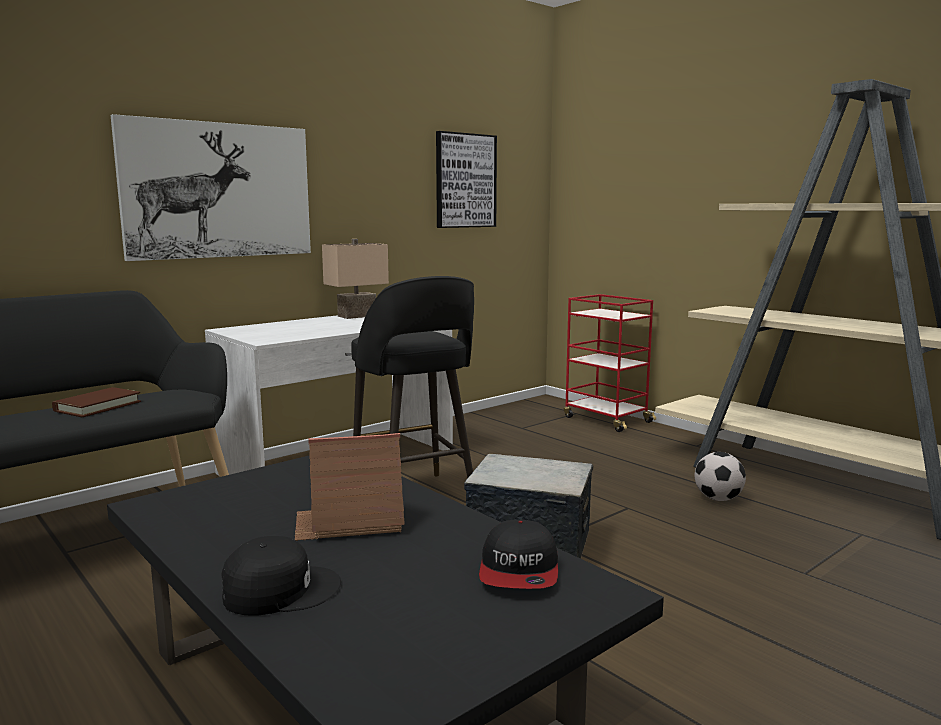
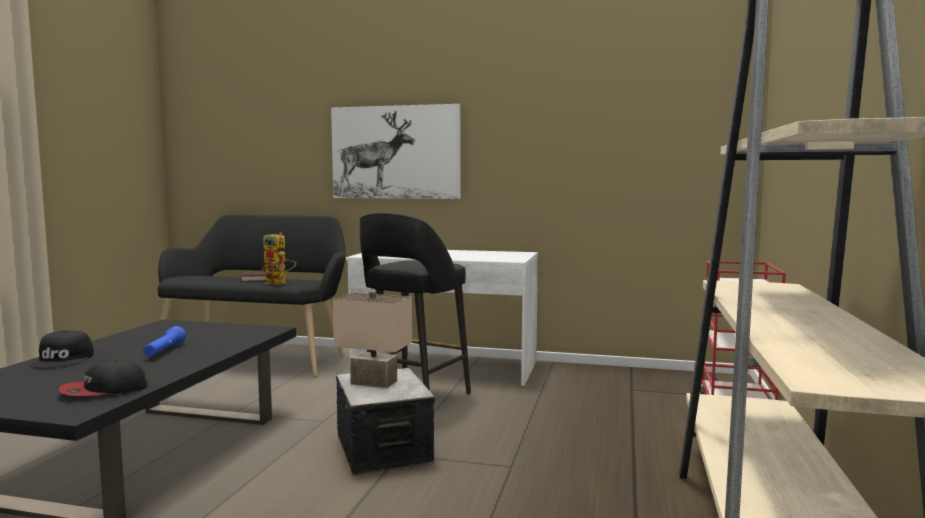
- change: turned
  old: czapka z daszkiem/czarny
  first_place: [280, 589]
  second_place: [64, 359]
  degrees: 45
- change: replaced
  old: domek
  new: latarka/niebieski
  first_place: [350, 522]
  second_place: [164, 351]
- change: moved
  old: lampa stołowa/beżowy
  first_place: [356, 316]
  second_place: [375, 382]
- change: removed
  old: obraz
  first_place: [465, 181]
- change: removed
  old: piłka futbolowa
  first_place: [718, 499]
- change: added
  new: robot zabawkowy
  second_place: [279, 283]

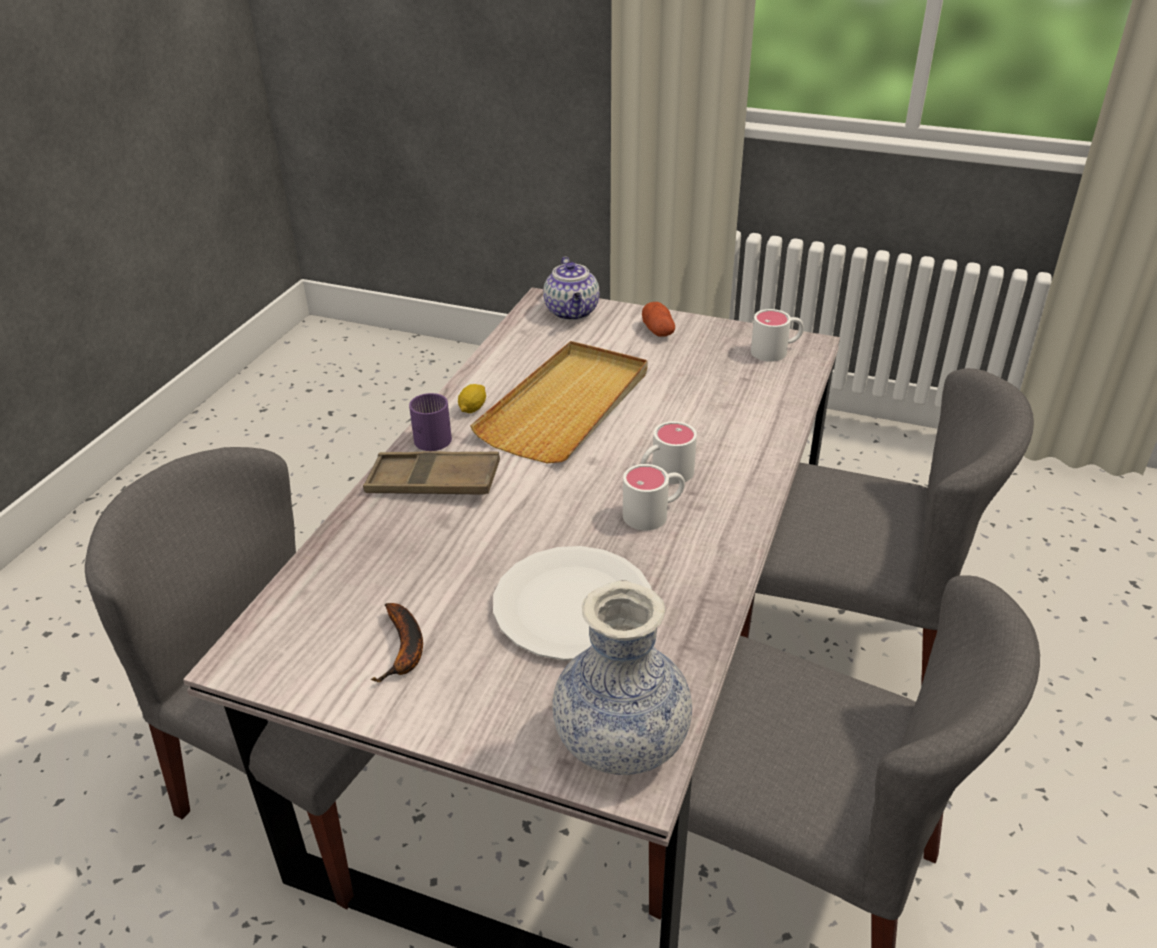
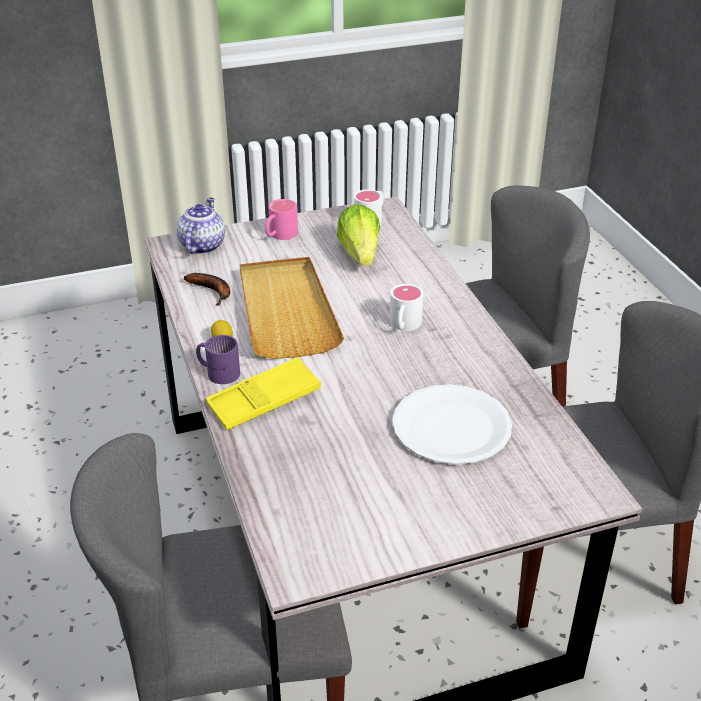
- change: recoloured
  old: taca/brązowy
  new: taca/żółty
  first_place: [433, 482]
  second_place: [264, 400]
- change: moved
  old: banan
  first_place: [404, 649]
  second_place: [213, 291]
- change: turned
  old: imbryk
  first_place: [572, 312]
  second_place: [202, 245]
  degrees: -120
- change: removed
  old: wazon
  first_place: [621, 740]
- change: removed
  old: kubek/biały
  first_place: [654, 513]
- change: replaced
  old: ziemniak
  new: kubek/różowy
  first_place: [658, 330]
  second_place: [279, 235]
- change: added
  new: sałata
  second_place: [360, 254]

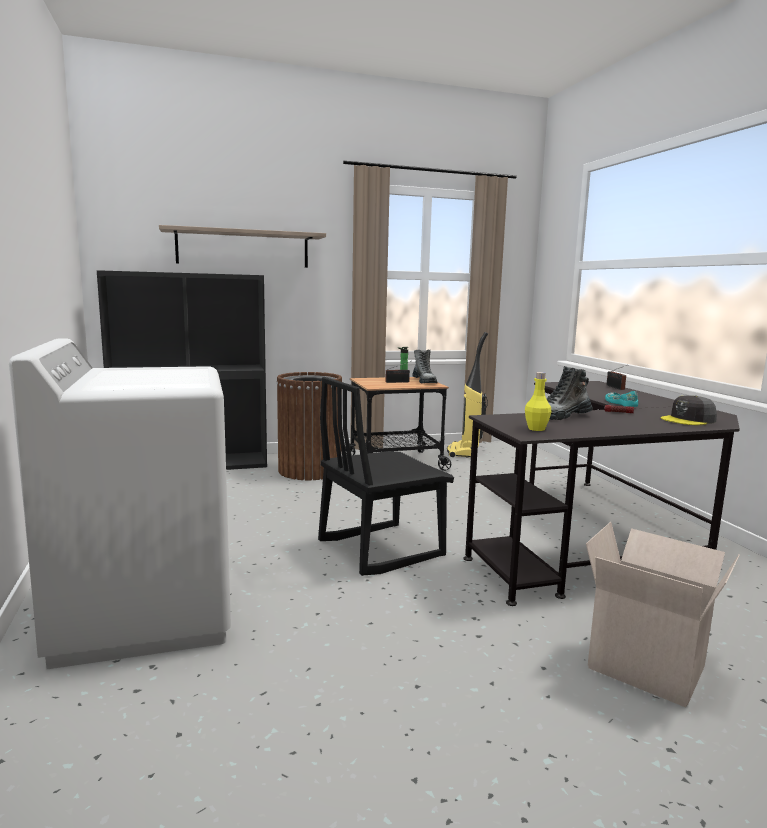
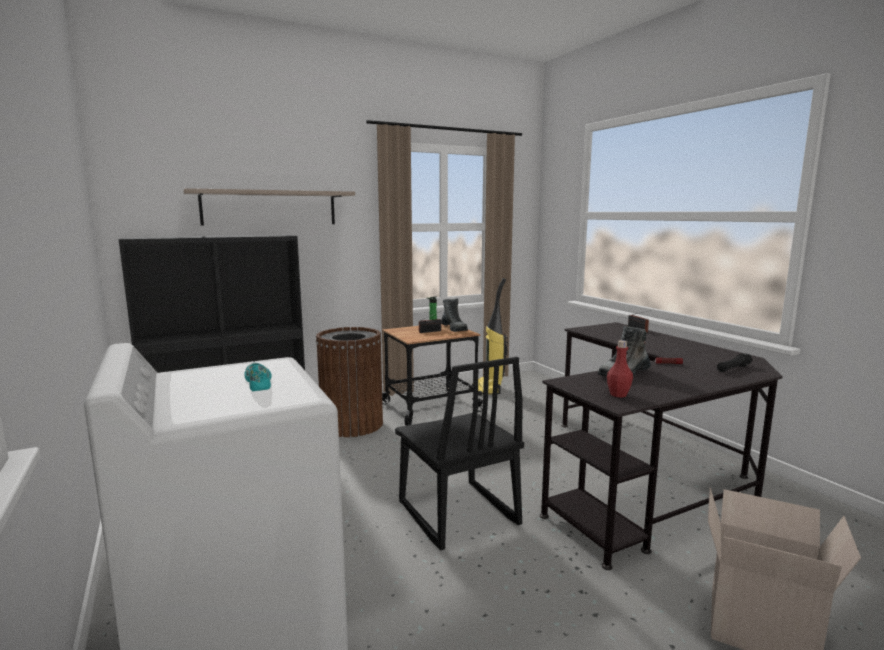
- change: turned
  old: krzesło/czarny
  first_place: [380, 548]
  second_place: [456, 514]
  degrees: -75
- change: recoloured
  old: butelka/żółty
  new: butelka/czerwony
  first_place: [536, 429]
  second_place: [618, 394]
- change: moved
  old: but/turkusowy
  first_place: [621, 404]
  second_place: [259, 382]
- change: replaced
  old: czapka z daszkiem/szary
  new: latarka/czarny
  first_place: [688, 420]
  second_place: [733, 368]

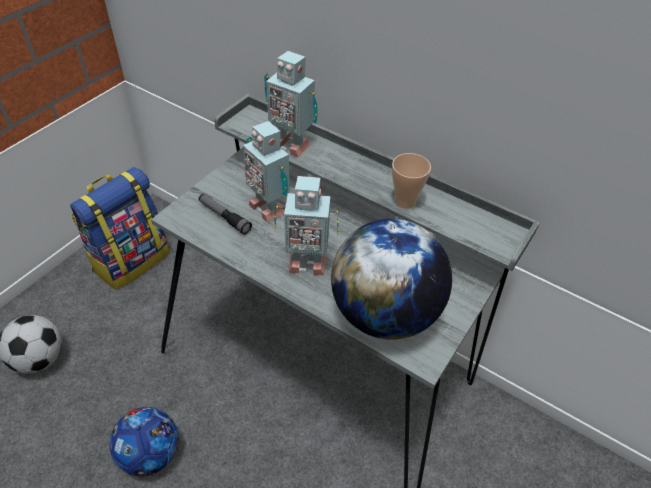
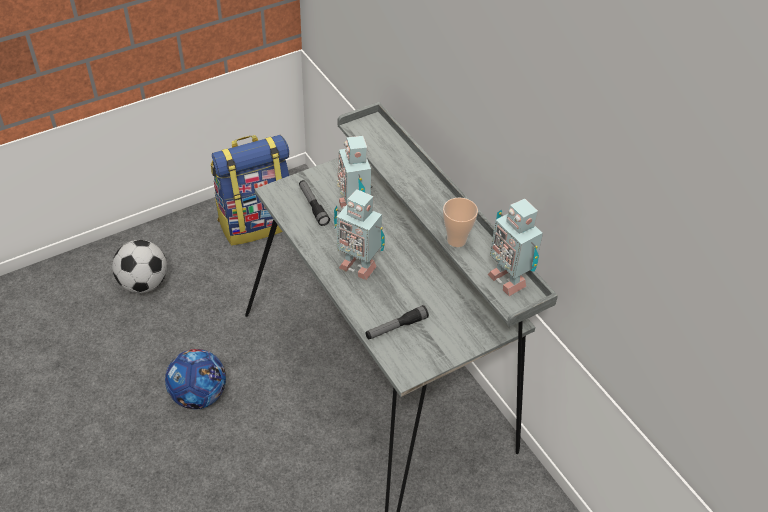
- change: moved
  old: robot zabawkowy
  first_place: [291, 144]
  second_place: [508, 279]
- change: replaced
  old: globus
  new: latarka
  first_place: [384, 314]
  second_place: [396, 327]

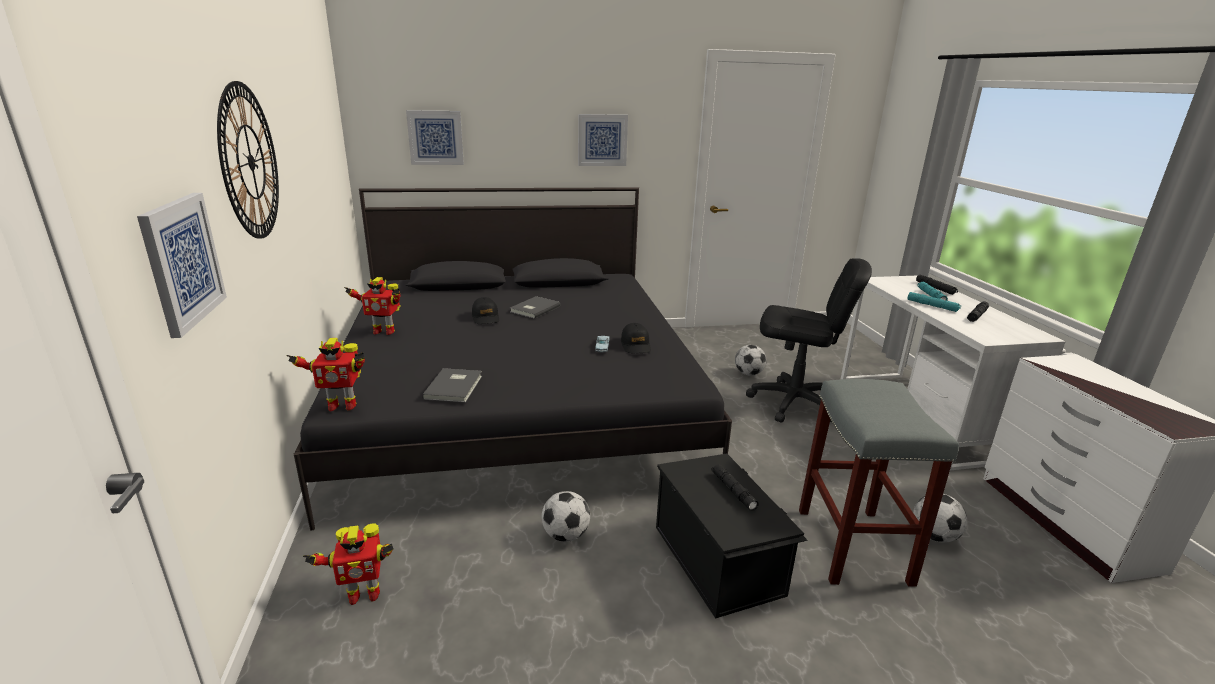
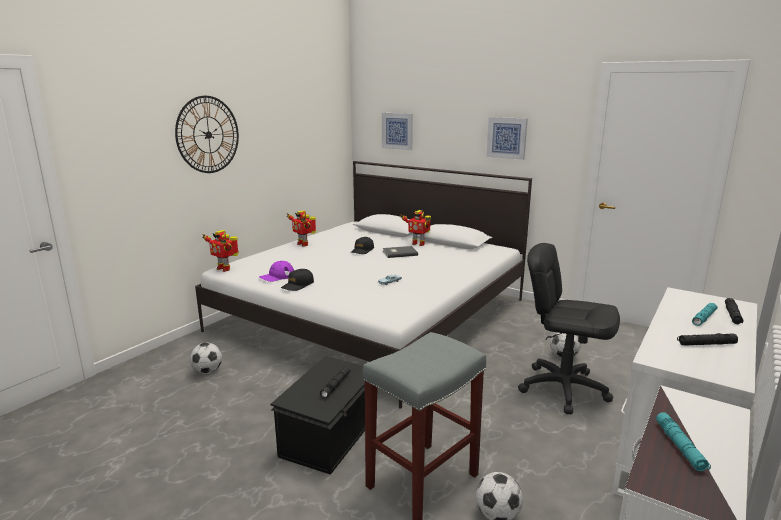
- change: removed
  old: obraz
  first_place: [182, 262]
- change: recoloured
  old: łóżko/czarny
  new: łóżko/biały
  first_place: [517, 401]
  second_place: [372, 314]
- change: moved
  old: robot zabawkowy
  first_place: [363, 594]
  second_place: [418, 244]
- change: replaced
  old: książka/szary
  new: czapka z daszkiem/fioletowy
  first_place: [455, 387]
  second_place: [277, 276]
- change: moved
  old: piłka futbolowa
  first_place: [566, 535]
  second_place: [207, 371]
- change: moved
  old: czapka z daszkiem/czarny
  first_place: [636, 345]
  second_place: [298, 285]
- change: turned
  old: krzesło biurowe/czarny
  first_place: [794, 403]
  second_place: [563, 388]
  degrees: 150
- change: moved
  old: latarka/turkusowy
  first_place: [932, 306]
  second_place: [680, 447]

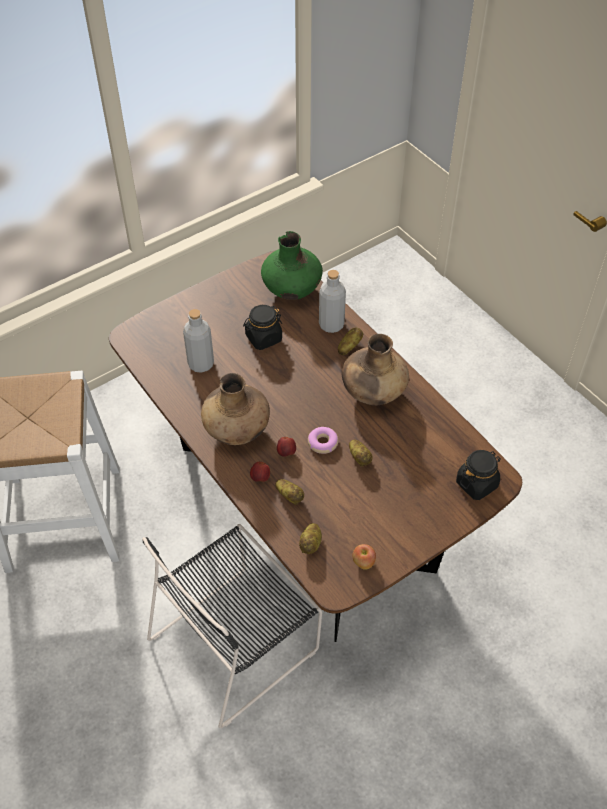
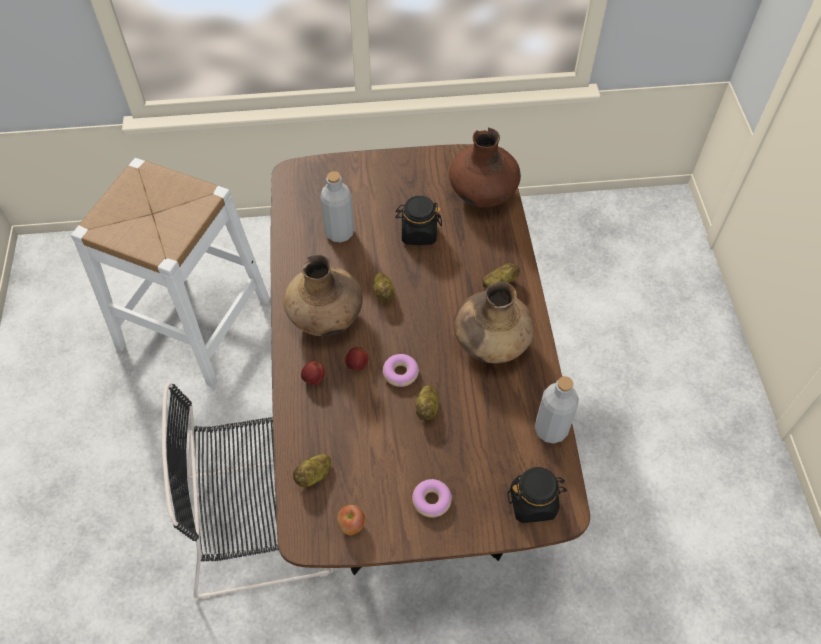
- change: recoloured
  old: wazon/zielony
  new: wazon/brązowy
  first_place: [292, 290]
  second_place: [483, 194]
- change: moved
  old: ziemniak
  first_place: [290, 496]
  second_place: [384, 293]
- change: moved
  old: butelka/szary
  first_place: [331, 325]
  second_place: [551, 429]
- change: added
  new: donut
  second_place: [431, 500]

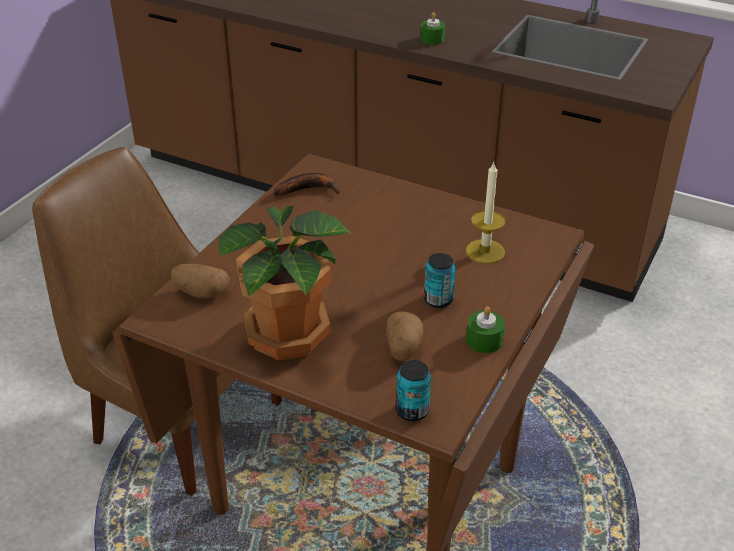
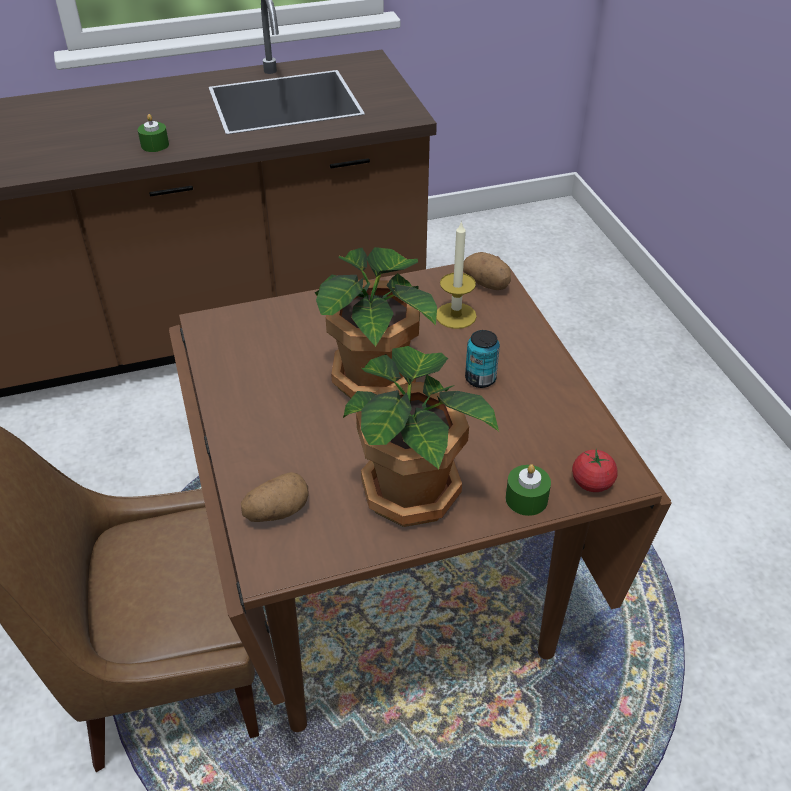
- change: removed
  old: banan
  first_place: [308, 189]
- change: moved
  old: ziemniak
  first_place: [403, 348]
  second_place: [487, 283]
- change: replaced
  old: puszka
  new: pomidor
  first_place: [412, 411]
  second_place: [592, 483]
- change: moved
  old: świeca/zielony
  first_place: [484, 340]
  second_place: [526, 499]
- change: added
  new: roślina doniczkowa
  second_place: [378, 379]

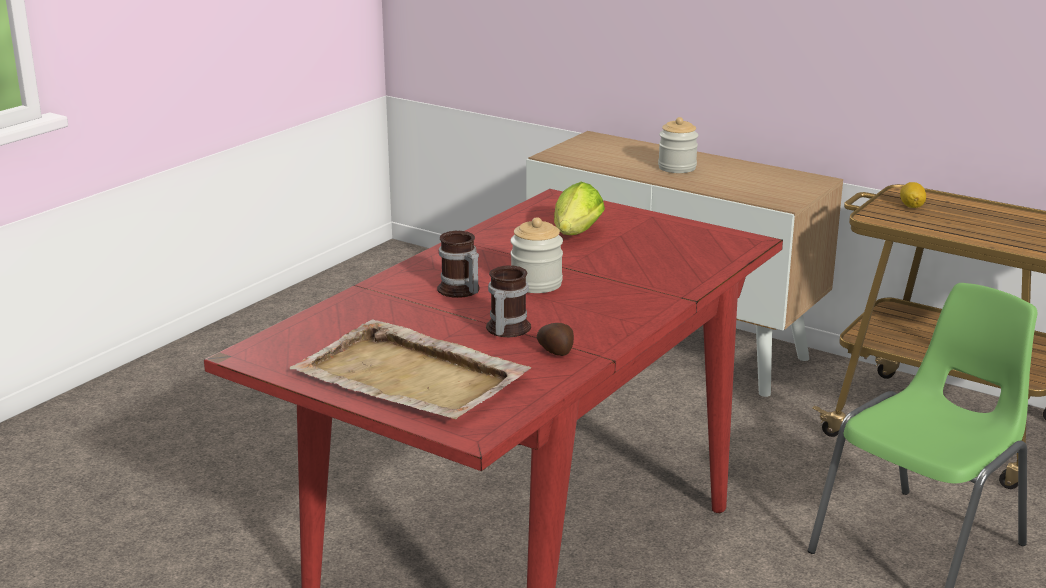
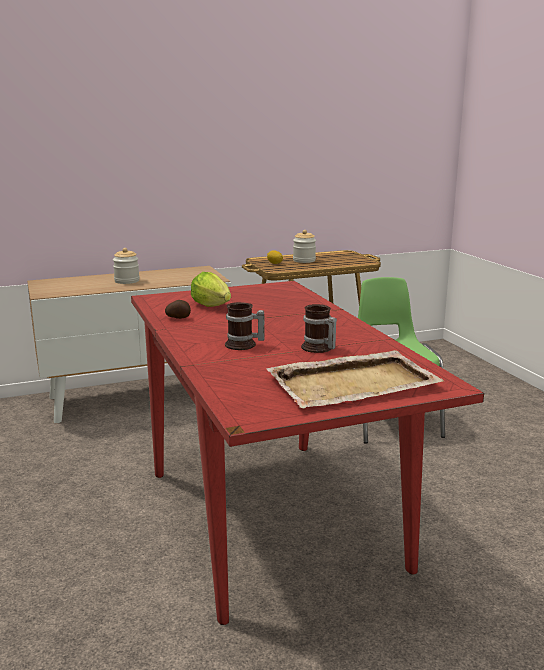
- change: moved
  old: słoik
  first_place: [536, 284]
  second_place: [304, 260]
- change: moved
  old: ziemniak
  first_place: [556, 352]
  second_place: [178, 318]

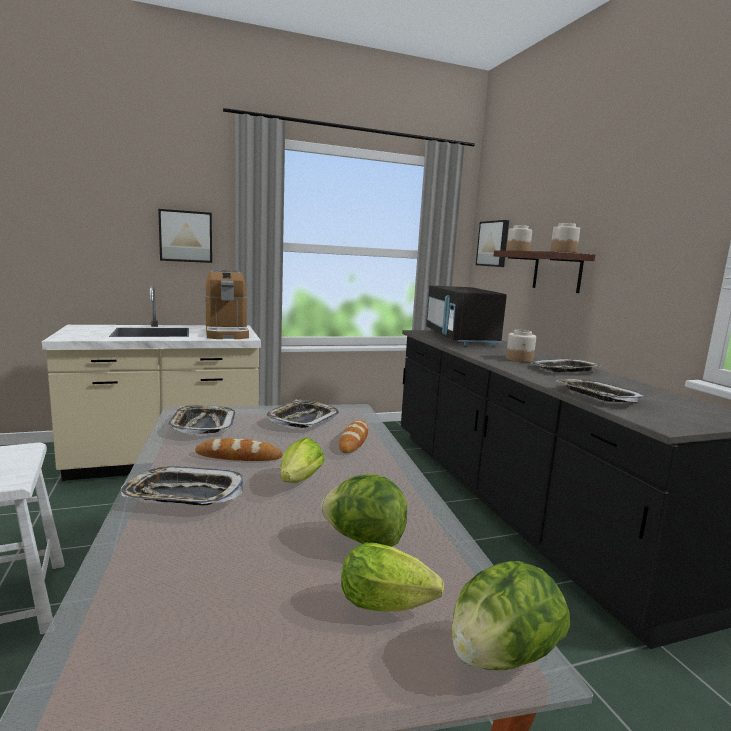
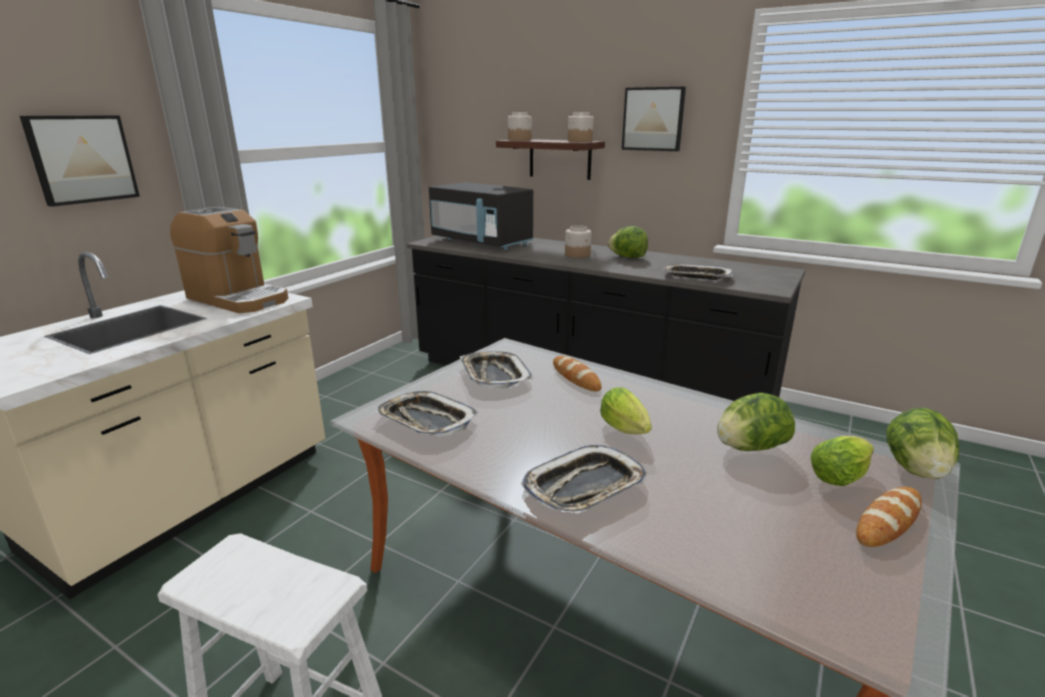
- change: moved
  old: chleb
  first_place: [238, 456]
  second_place: [888, 521]
- change: moved
  old: obraz
  first_place: [493, 244]
  second_place: [653, 119]
- change: replaced
  old: taca
  new: sałata
  first_place: [565, 370]
  second_place: [627, 257]

